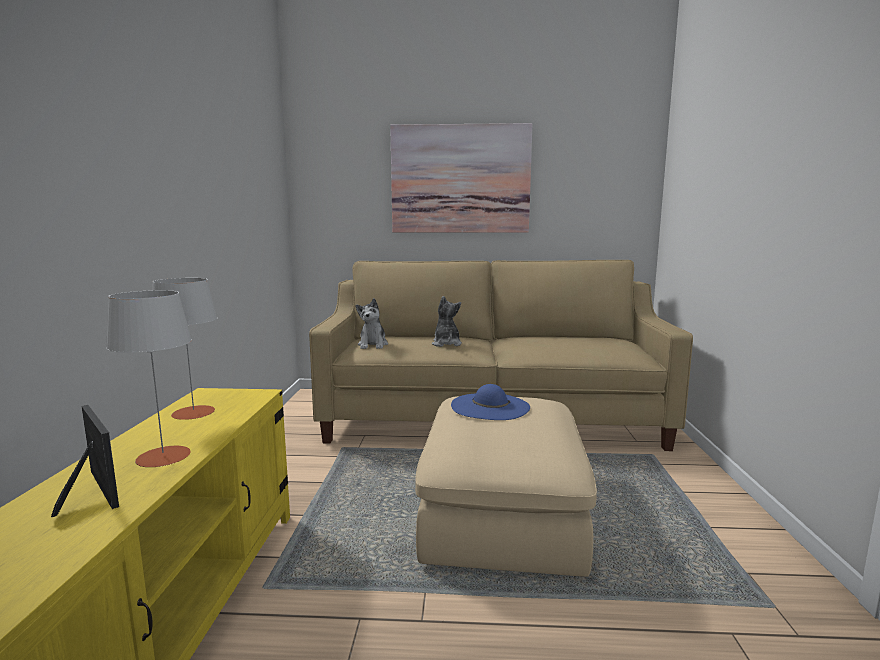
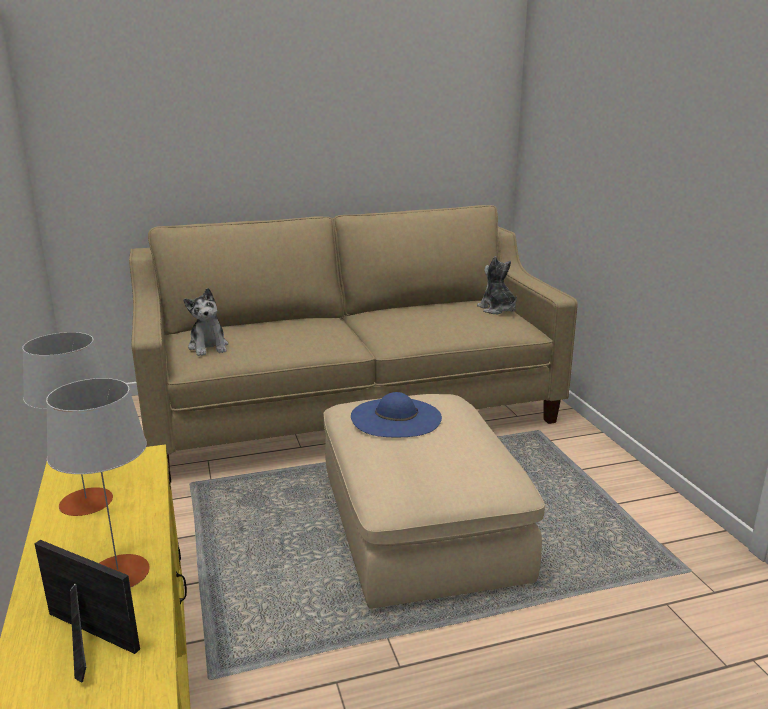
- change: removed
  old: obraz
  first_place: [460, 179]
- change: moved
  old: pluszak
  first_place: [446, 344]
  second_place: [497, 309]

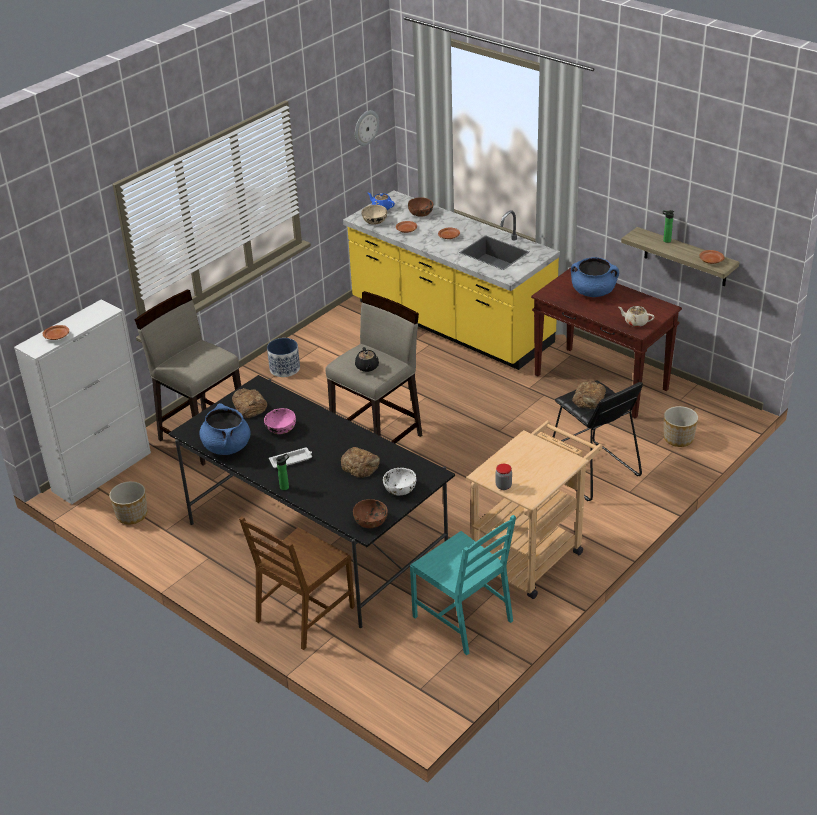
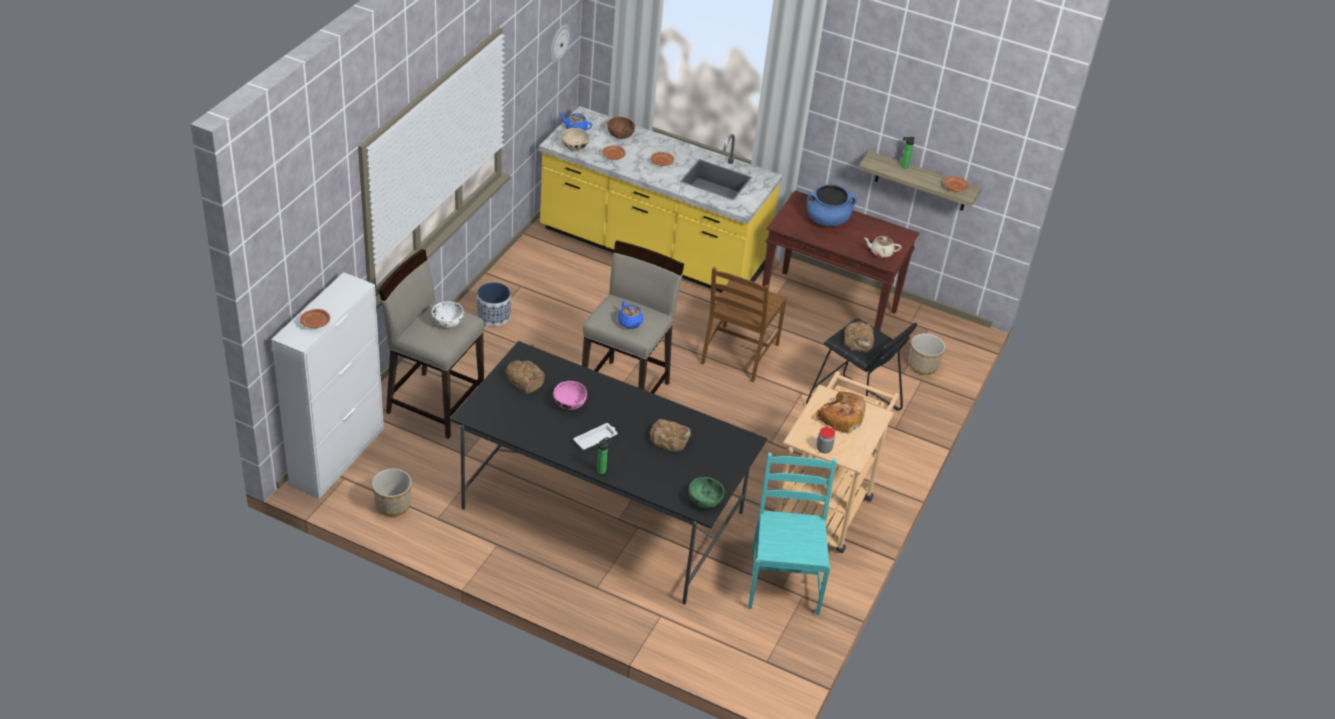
- change: removed
  old: garnek/niebieski
  first_place: [226, 446]
- change: moved
  old: krzesło/brązowy
  first_place: [304, 614]
  second_place: [739, 354]
- change: recoloured
  old: miska/brązowy
  new: miska/zielony
  first_place: [371, 521]
  second_place: [705, 500]
- change: recoloured
  old: imbryk/czarny
  new: imbryk/niebieski
  first_place: [367, 367]
  second_place: [630, 323]
- change: moved
  old: miska/biały
  first_place: [400, 489]
  second_place: [447, 321]
- change: turned
  old: krzesło/turkusowy
  first_place: [464, 618]
  second_place: [783, 581]
  degrees: -120
- change: added
  new: chleb
  second_place: [840, 417]

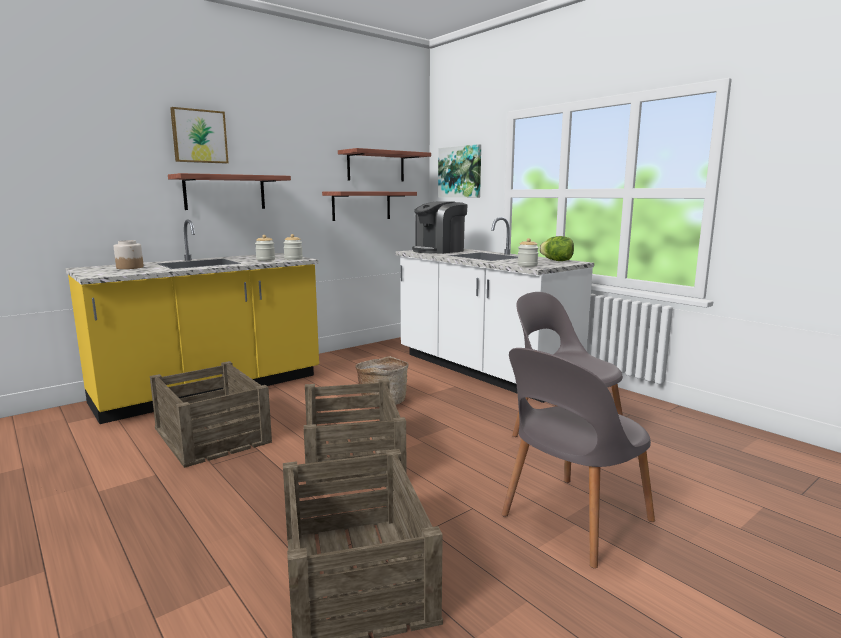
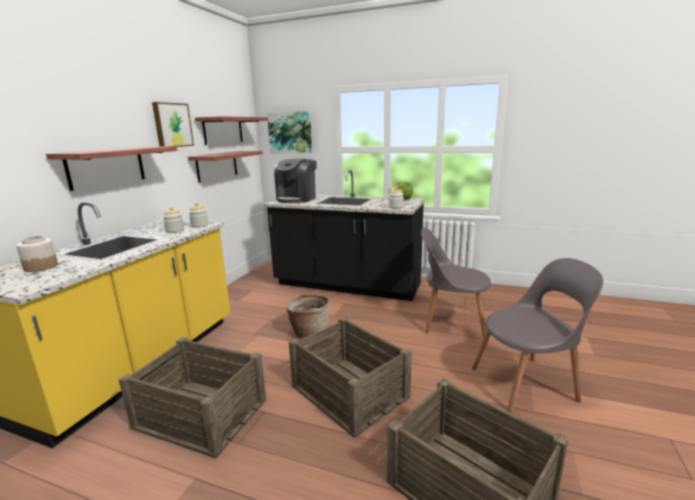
- change: moved
  old: obraz
  first_place: [199, 136]
  second_place: [172, 125]
- change: recoloured
  old: zabudowa kuchenna/biały
  new: zabudowa kuchenna/czarny
  first_place: [482, 371]
  second_place: [347, 285]
- change: turned
  old: krzesło/szary
  first_place: [573, 520]
  second_place: [527, 383]
  degrees: -120

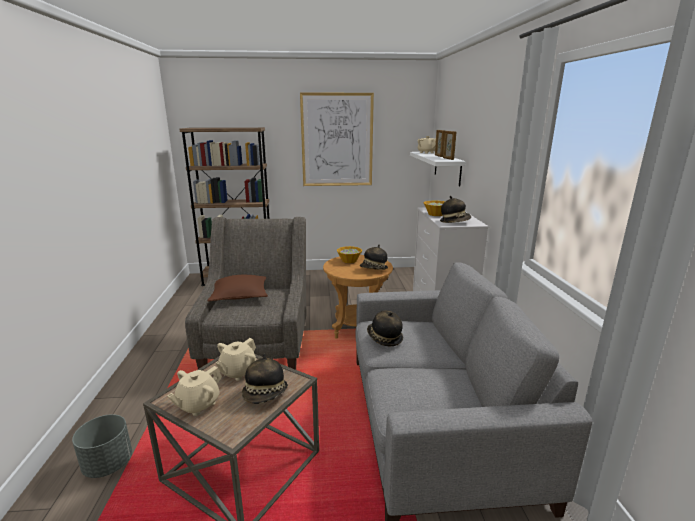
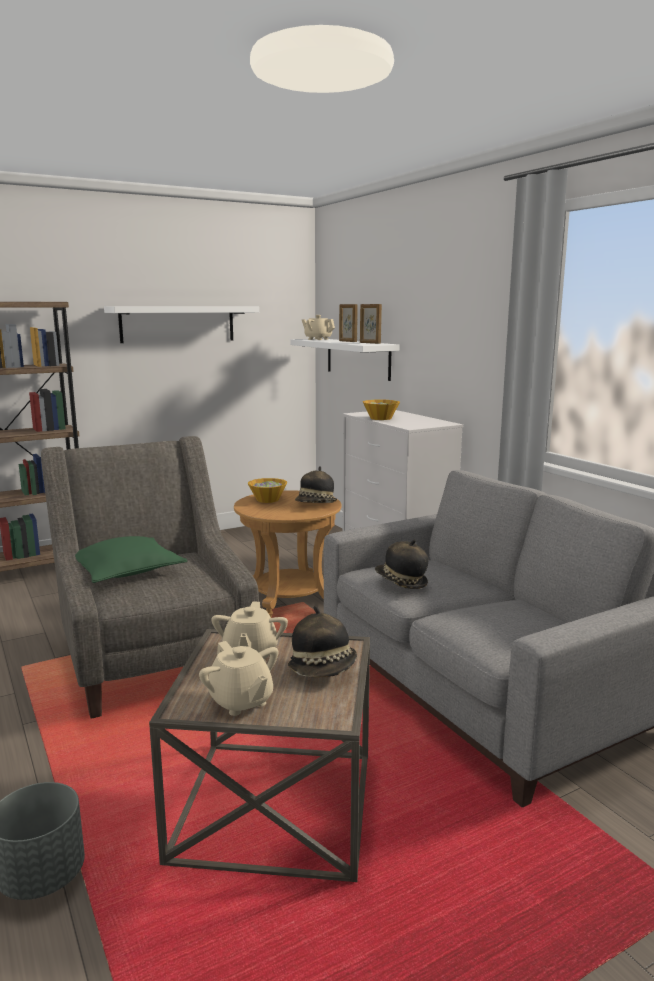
- change: turned
  old: imbryk/beżowy
  first_place: [198, 404]
  second_place: [241, 701]
  degrees: -45
- change: recoloured
  old: poduszka/brązowy
  new: poduszka/zielony
  first_place: [240, 295]
  second_place: [126, 571]
- change: replaced
  old: obraz
  new: półka/biały
  first_place: [337, 140]
  second_place: [177, 324]
- change: removed
  old: kapelusz
  first_place: [455, 222]

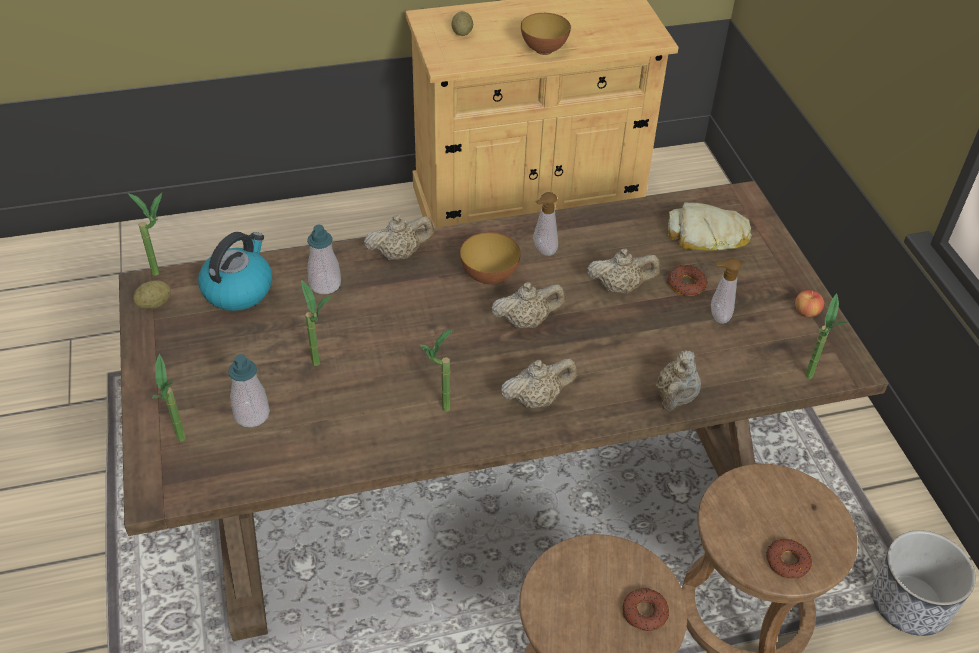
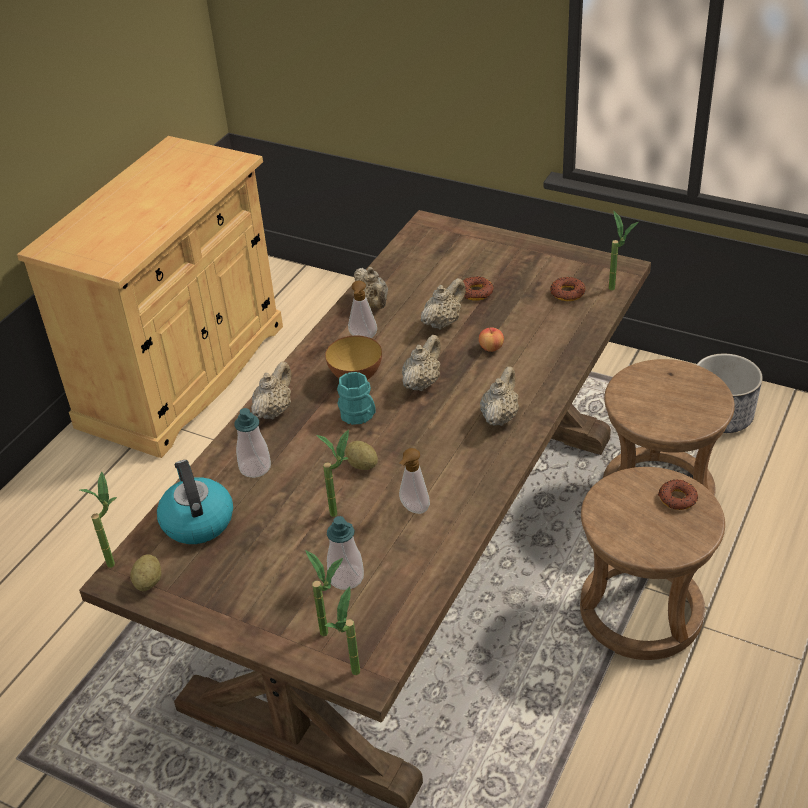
- change: moved
  old: roślina doniczkowa
  first_place: [438, 411]
  second_place: [353, 679]
- change: moved
  old: ziemniak
  first_place: [462, 33]
  second_place: [362, 465]
- change: removed
  old: miska
  first_place: [544, 50]
- change: moved
  old: imbryk/beżowy
  first_place: [675, 398]
  second_place: [372, 305]
- change: removed
  old: chleb
  first_place: [707, 236]
- change: moved
  old: dozownik mydła
  first_place: [717, 316]
  second_place: [413, 509]
- change: moved
  old: donut
  first_place: [787, 562]
  second_place: [567, 293]
- change: moved
  old: jabłko
  first_place: [806, 312]
  second_place: [491, 348]
- change: added
  new: kubek/turkusowy
  second_place: [360, 416]

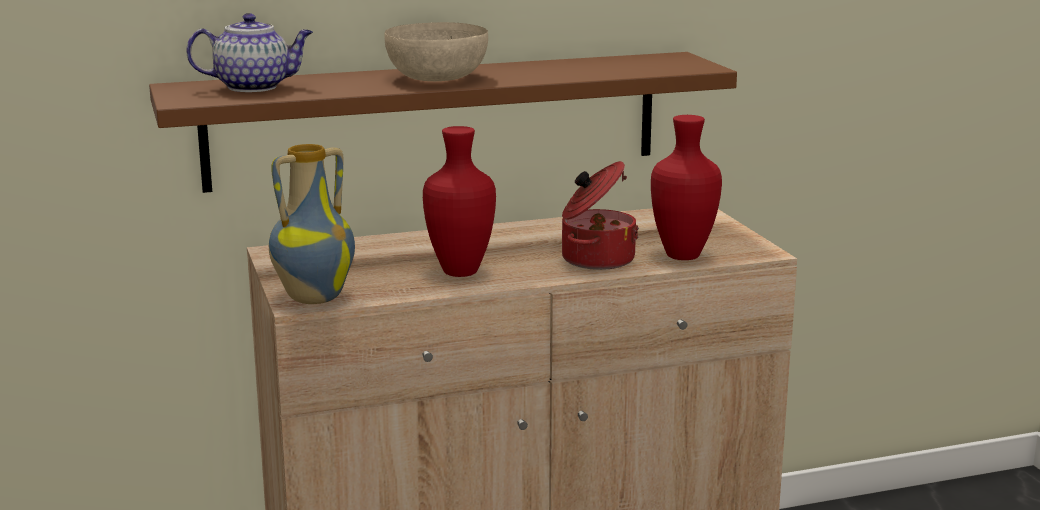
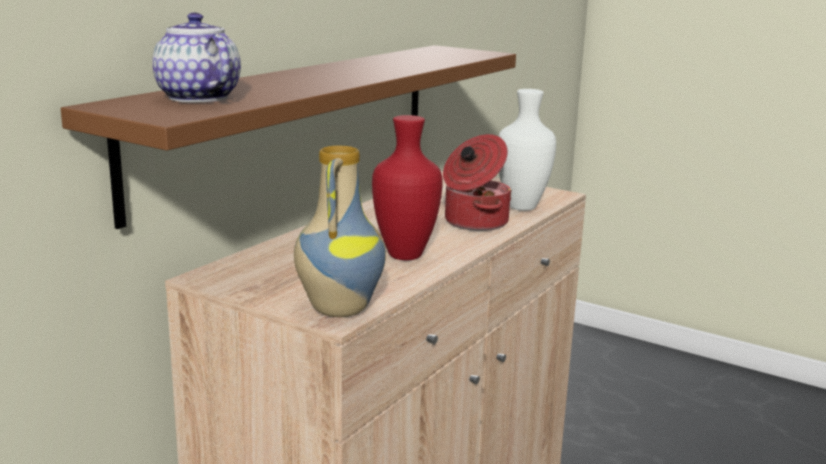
- change: turned
  old: imbryk
  first_place: [255, 87]
  second_place: [196, 97]
  degrees: -75
- change: removed
  old: miska/beżowy
  first_place: [438, 77]
- change: recoloured
  old: wazon/czerwony
  new: wazon/biały
  first_place: [685, 256]
  second_place: [523, 207]

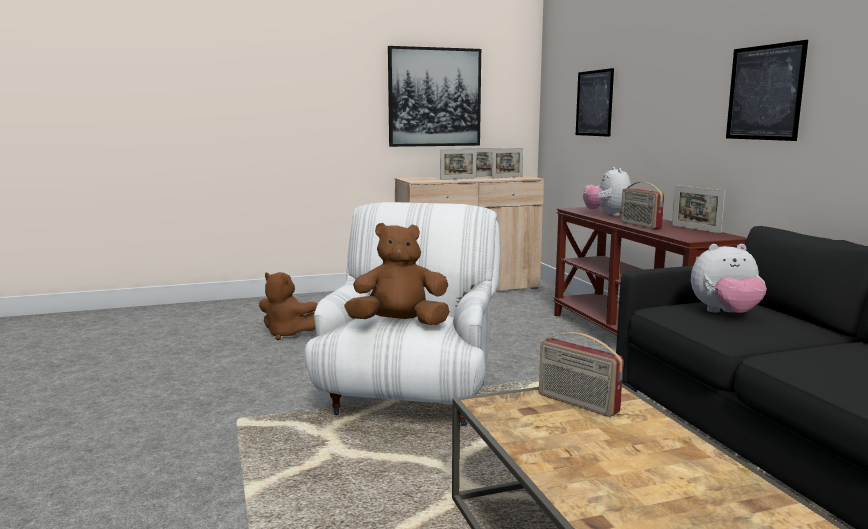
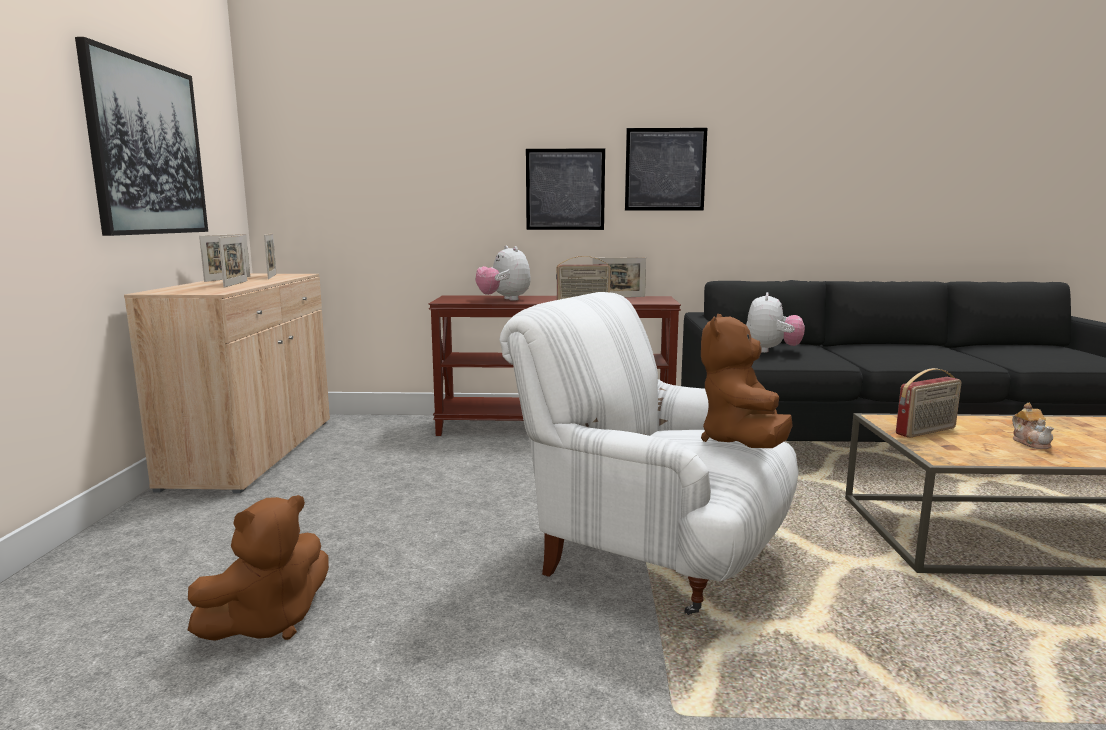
- change: moved
  old: obraz
  first_place: [594, 103]
  second_place: [565, 189]
- change: turned
  old: pluszak
  first_place: [607, 214]
  second_place: [504, 299]
  degrees: 45
- change: added
  new: imbryk
  second_place: [1031, 443]

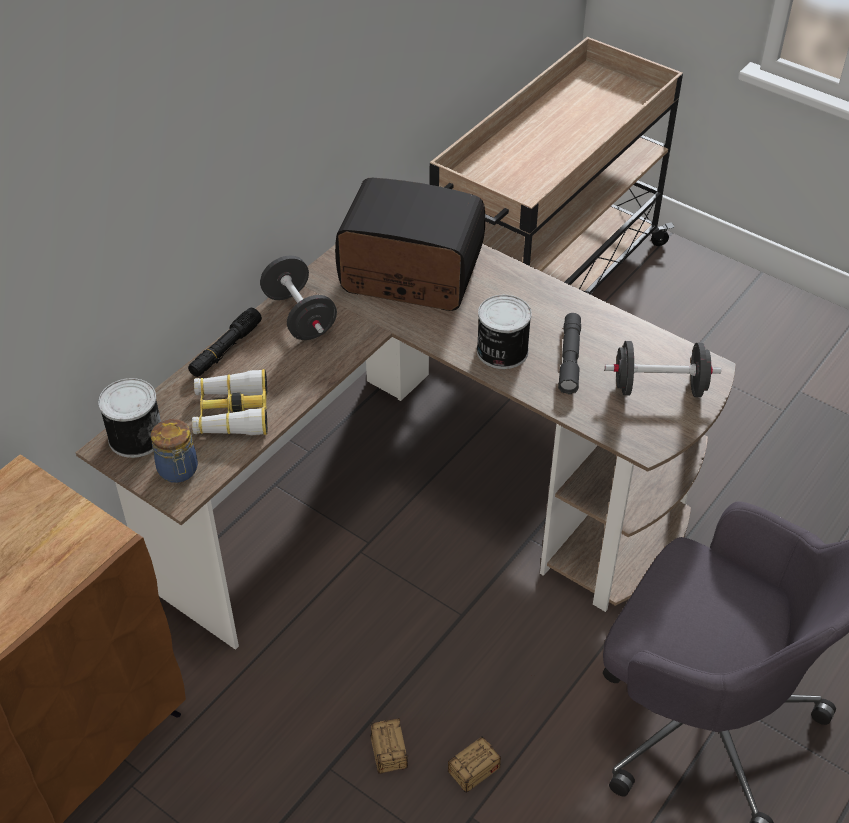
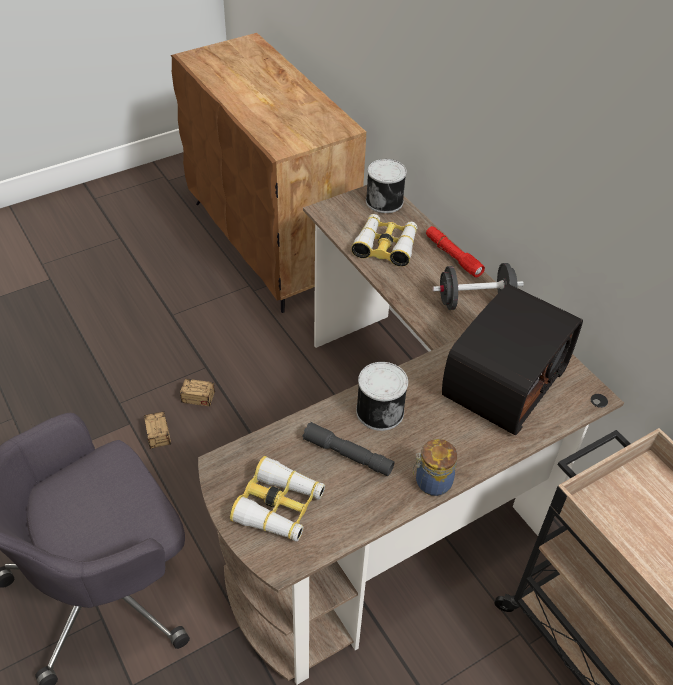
- change: moved
  old: słoik
  first_place: [178, 471]
  second_place: [431, 482]
- change: recoloured
  old: latarka/czarny
  new: latarka/czerwony
  first_place: [225, 349]
  second_place: [453, 256]
- change: replaced
  old: hantel/czarny
  new: lornetka
  first_place: [659, 388]
  second_place: [279, 506]

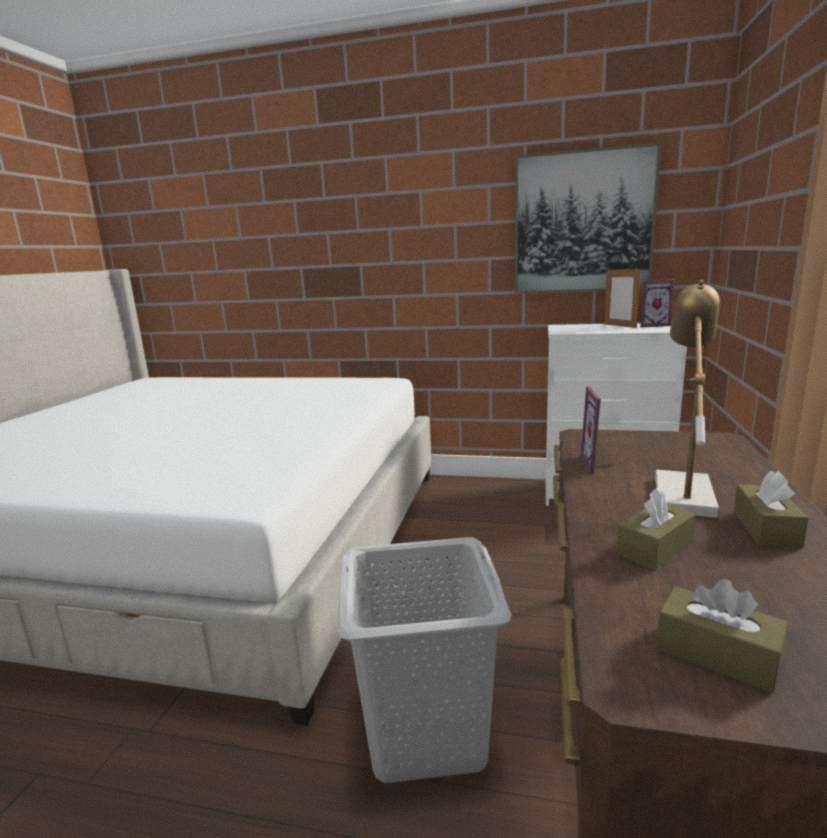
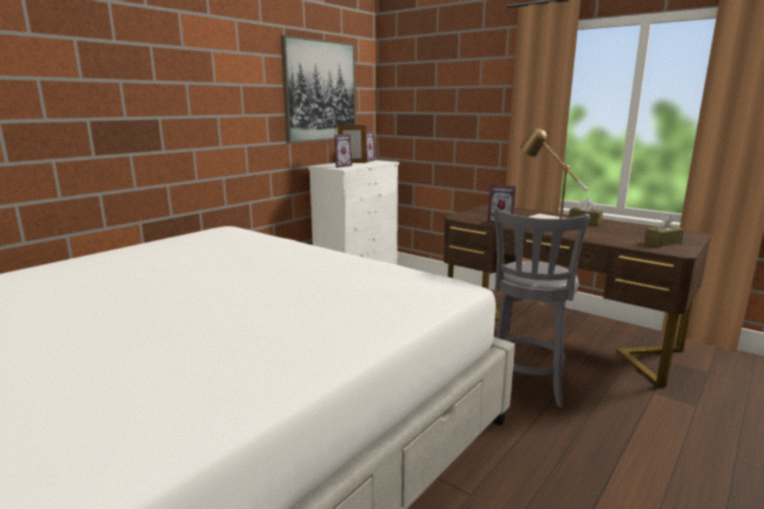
- change: replaced
  old: kosz na pranie/szary
  new: stołek/szary
  first_place: [425, 731]
  second_place: [525, 386]
- change: removed
  old: pudełko chusteczek/brązowy
  first_place: [654, 548]
- change: added
  new: ramka na zdjęcie
  second_place: [340, 166]

